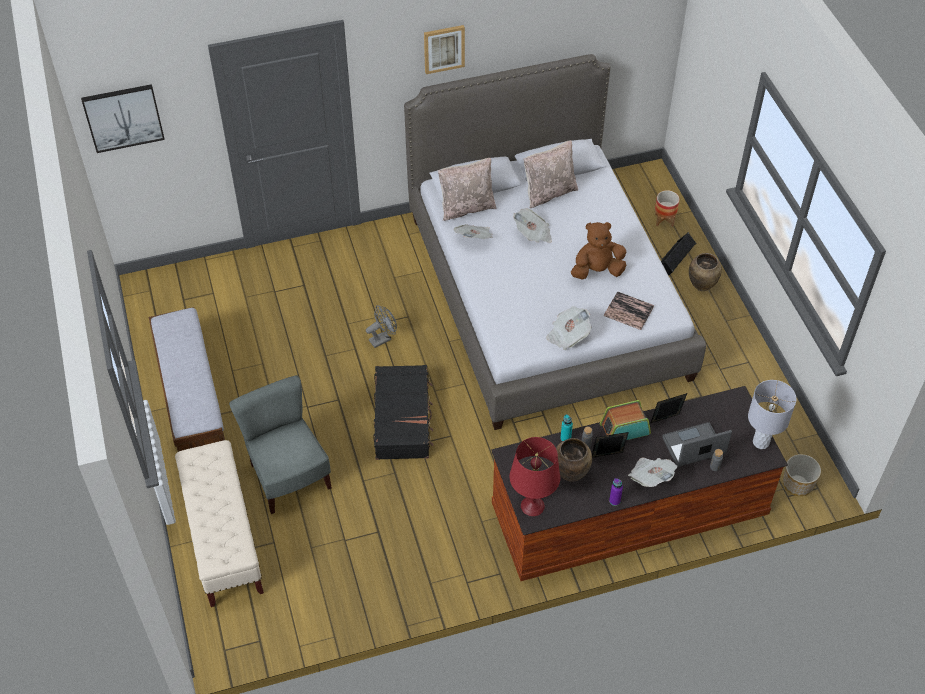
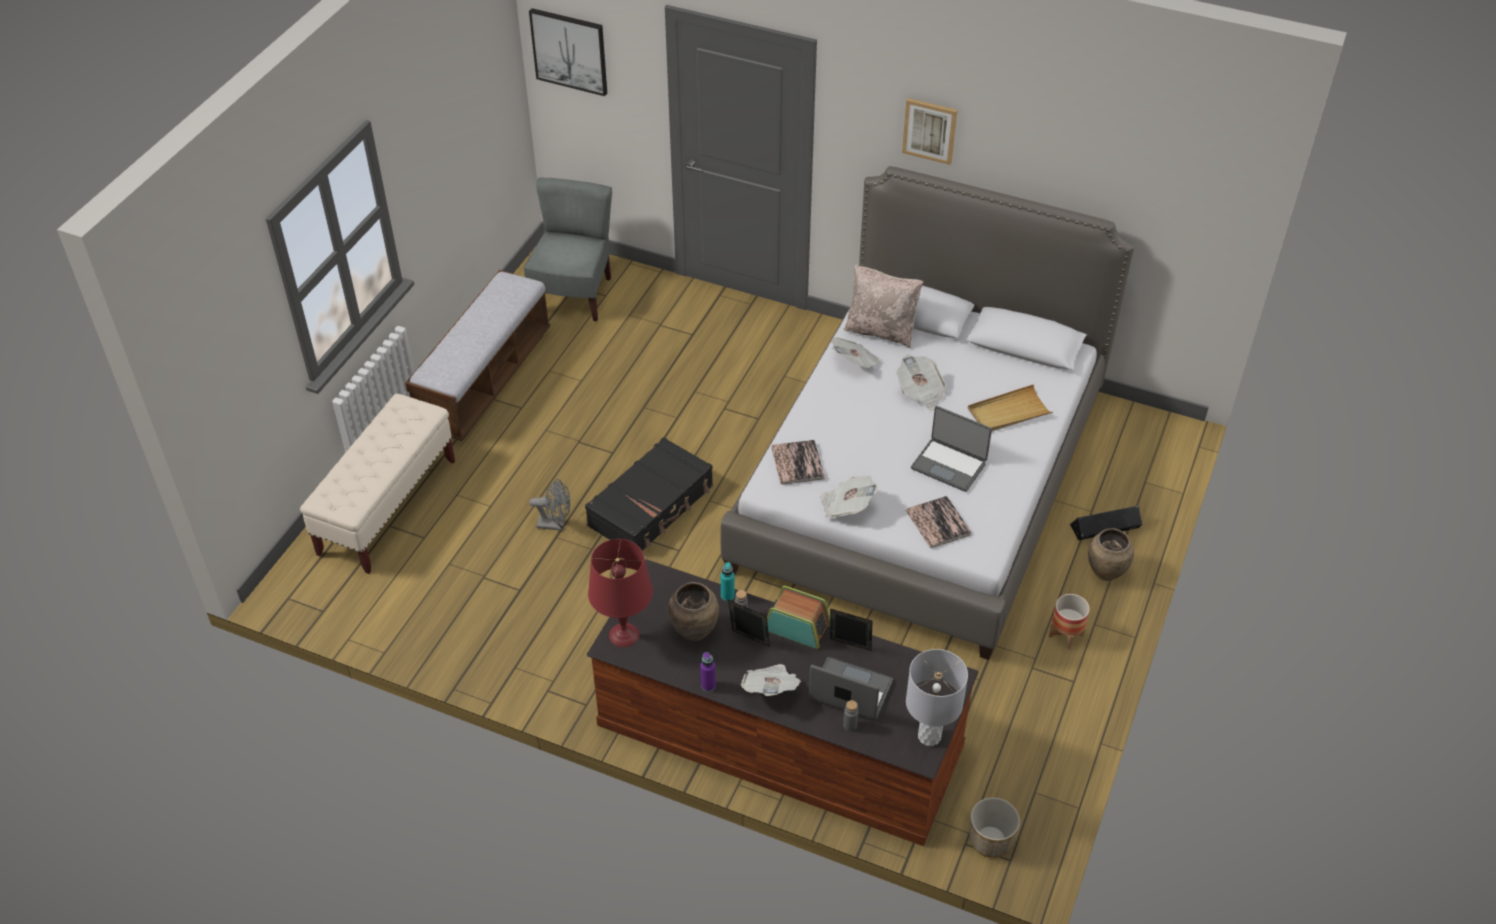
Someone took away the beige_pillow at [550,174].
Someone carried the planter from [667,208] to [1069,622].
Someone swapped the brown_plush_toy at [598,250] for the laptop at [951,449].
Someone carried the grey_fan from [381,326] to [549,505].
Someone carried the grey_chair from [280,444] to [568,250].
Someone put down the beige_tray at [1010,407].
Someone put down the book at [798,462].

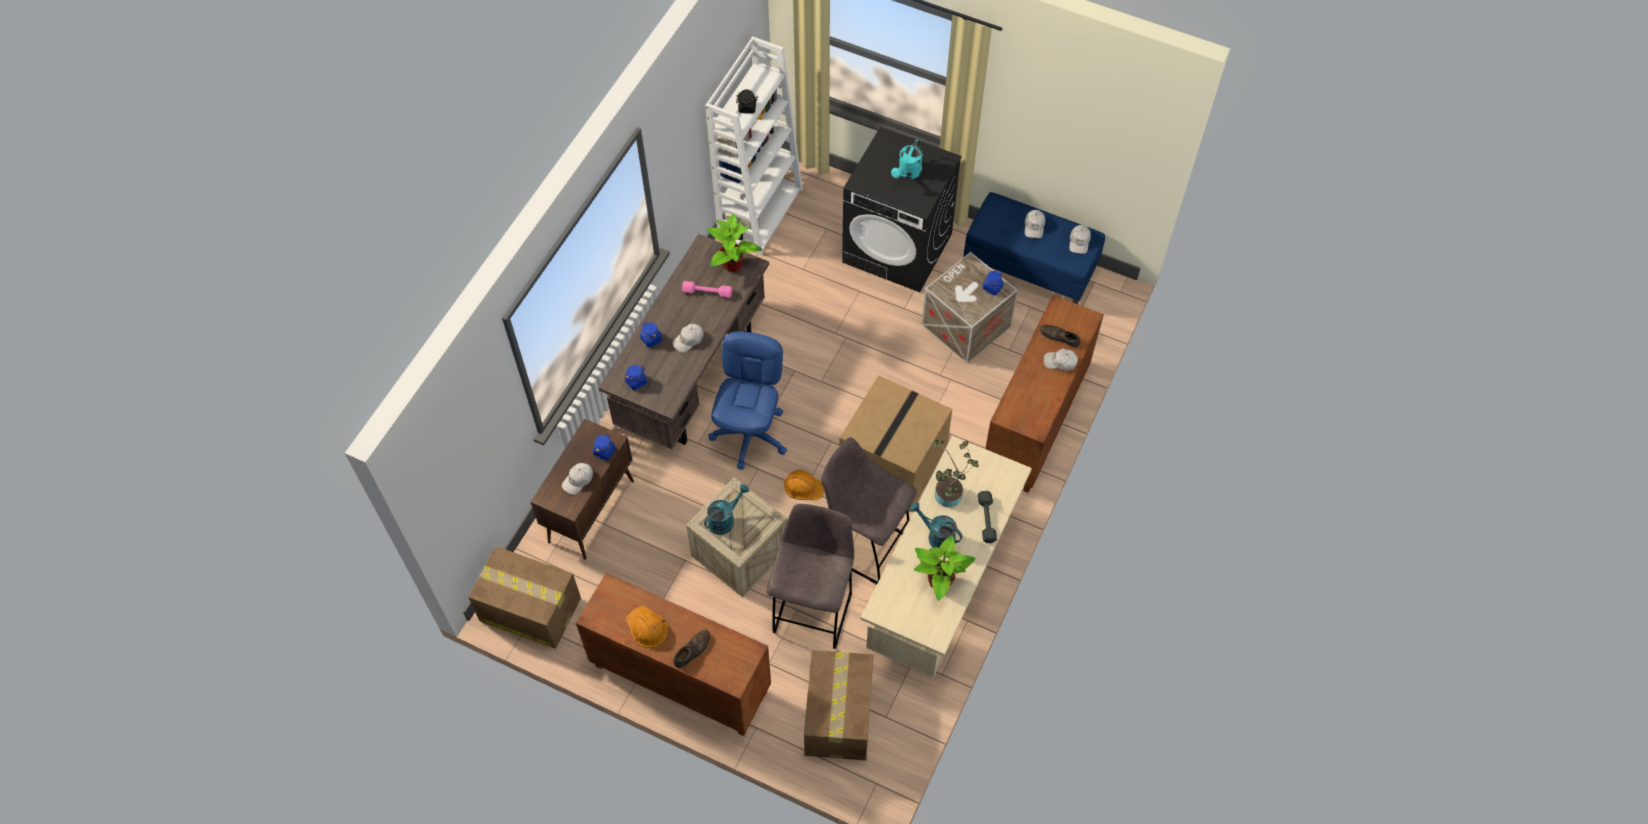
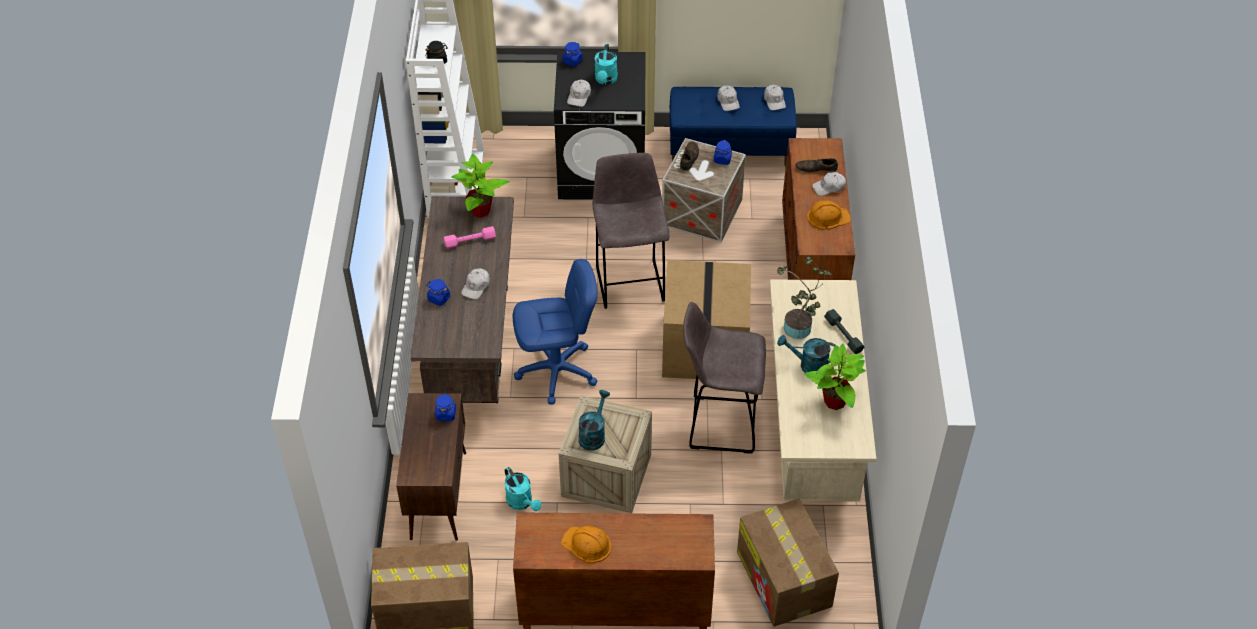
Someone rotated the blue_office_chair at [748,401] by 90 degrees clockwise.
Someone carried the blue_jar from [636,377] to [573,54].
Someone carried the white_cap from [577,479] to [579,93].
Someone carried the orange_hard_hat from [804,485] to [828,215].
Someone carried the grey_stool from [810,576] to [631,231].
Someone carried the brown_shoe from [692,649] to [689,156].
Someone put down the turquoise_watering_can at [523,489].

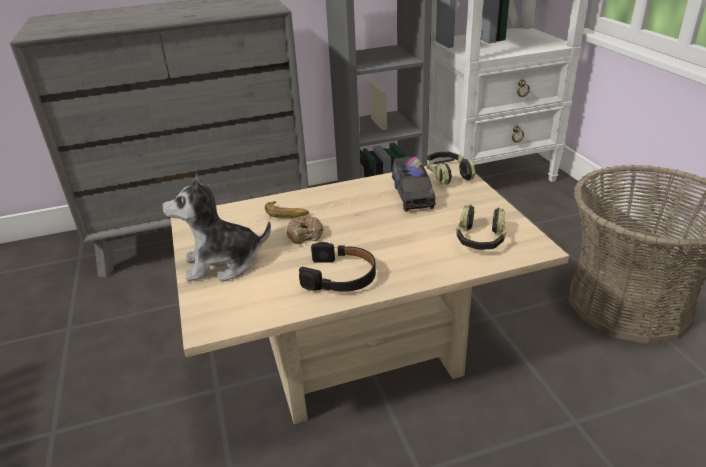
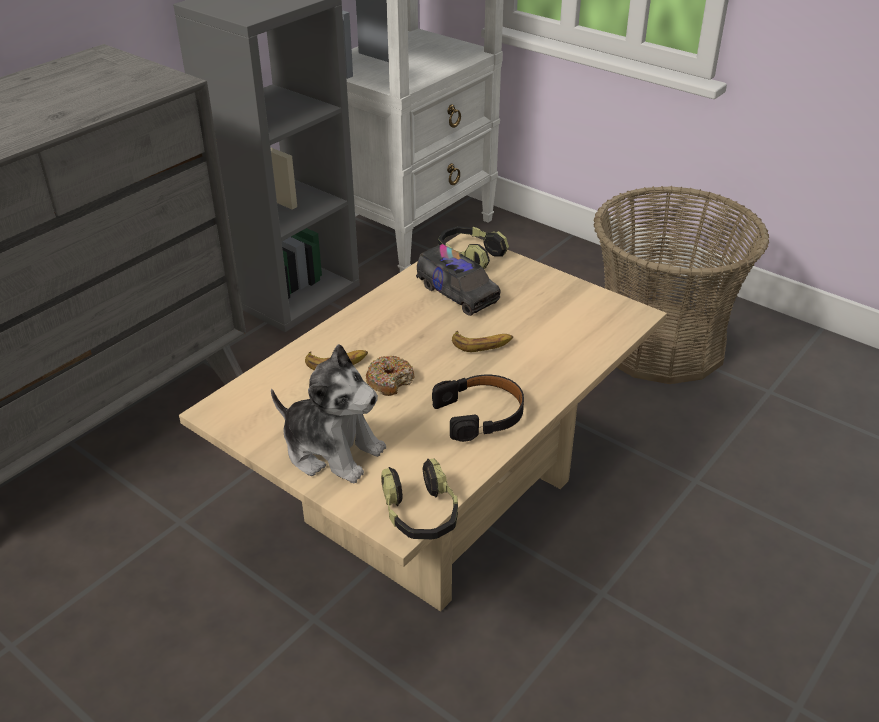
Someone rotated the plush_toy at [216,227] by 105 degrees counterclockwise.
Someone carried the headphones from [481,227] to [419,498].
Someone put down the banana at [482,341].

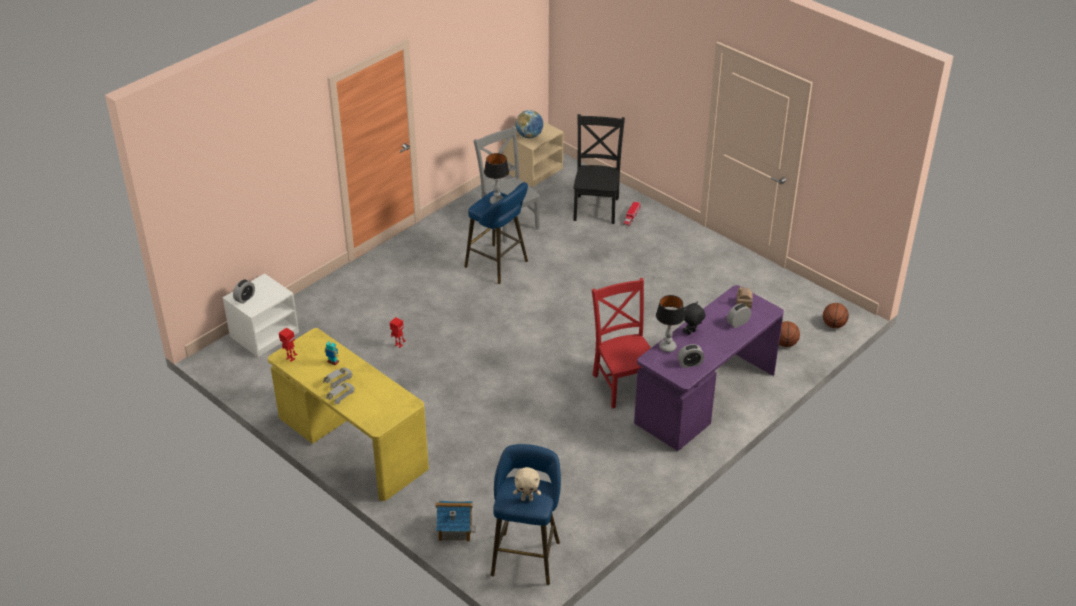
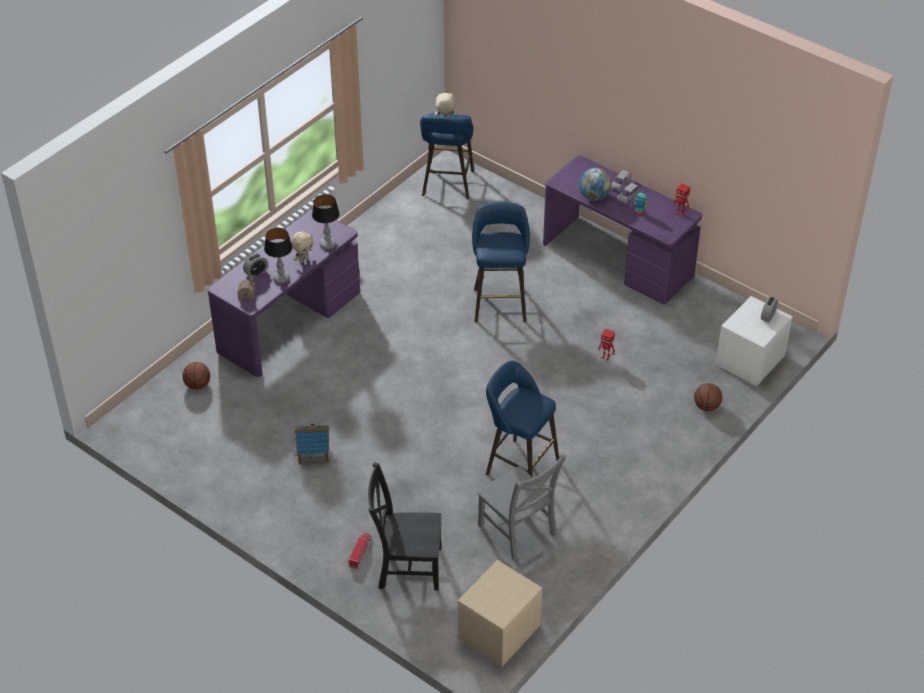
Someone carried the globe from [529,124] to [595,184].
Someone rotated the black_chair at [599,169] by 90 degrees clockwise.
Someone carried the table_lamp from [496,178] to [278,255].
Someone took away the red_chair at [621,343].
Someone repainted the black_plush_toy at [693,318], which became the beige_plush_toy at [302,247].
Someone carried the basketball from [836,315] to [708,397].
Someone repainted the yellow_desk at [348,414], which became the purple_desk at [622,230].
Someone took away the alarm_clock at [691,356].
Someone carried the toy_house from [456,521] to [311,443].
Someone put down the blue_stool at [501,262].

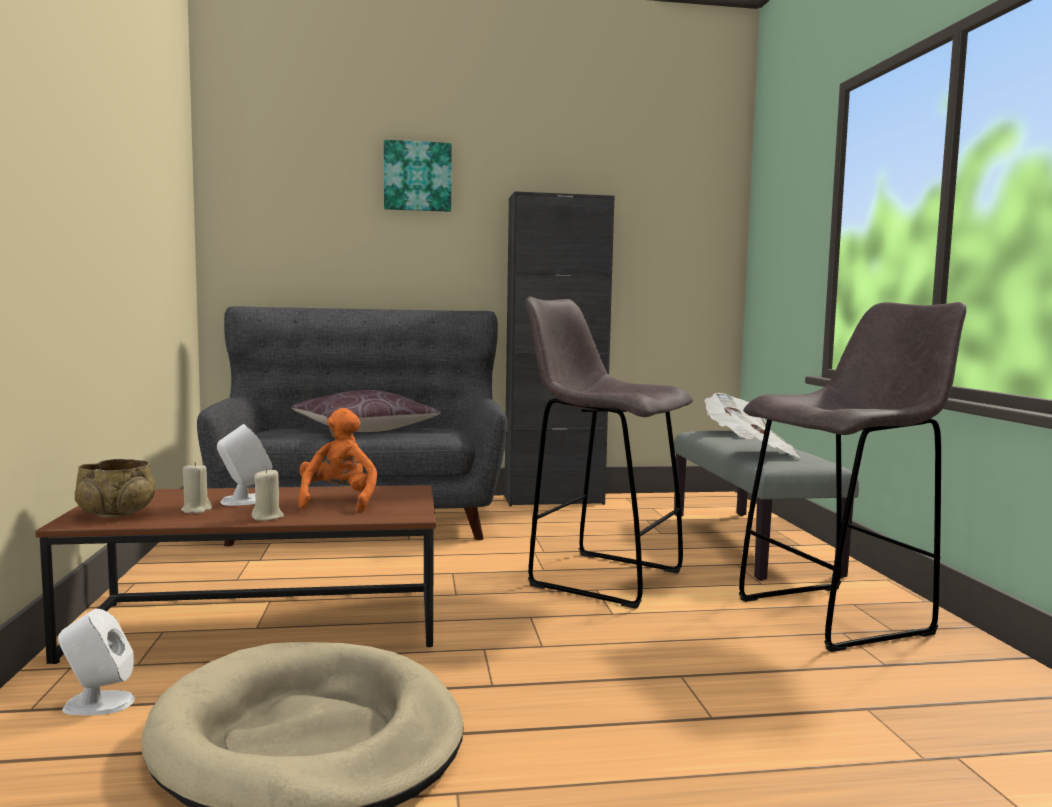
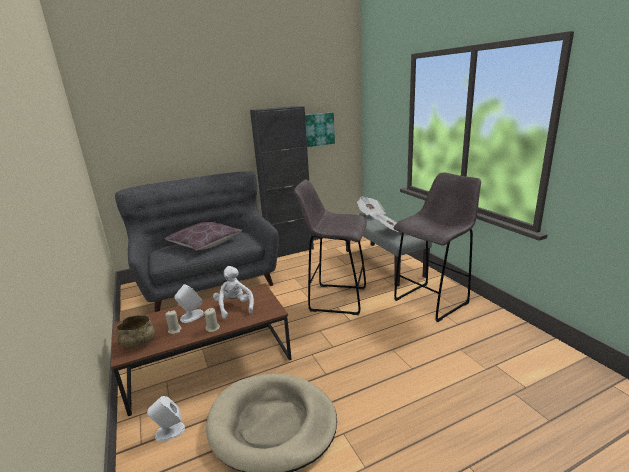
Someone carried the picture from [418,176] to [320,129].
Someone repainted the orange_plush_toy at [337,460], which became the white_plush_toy at [233,292].

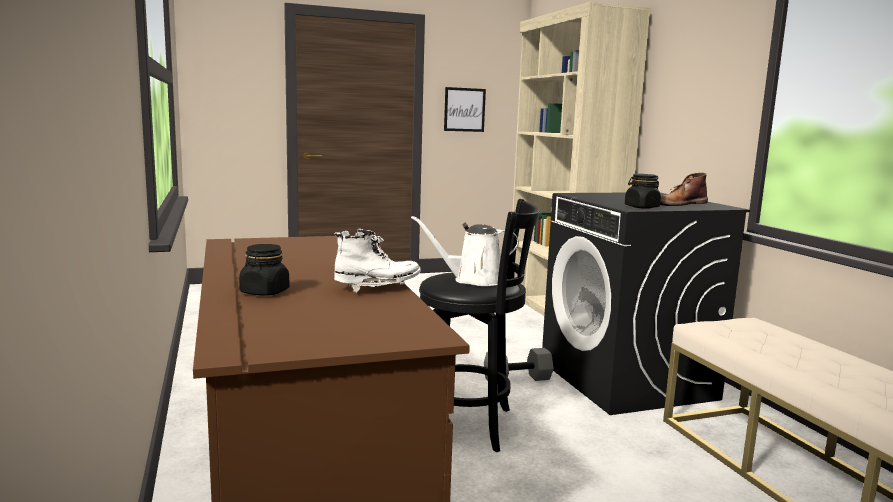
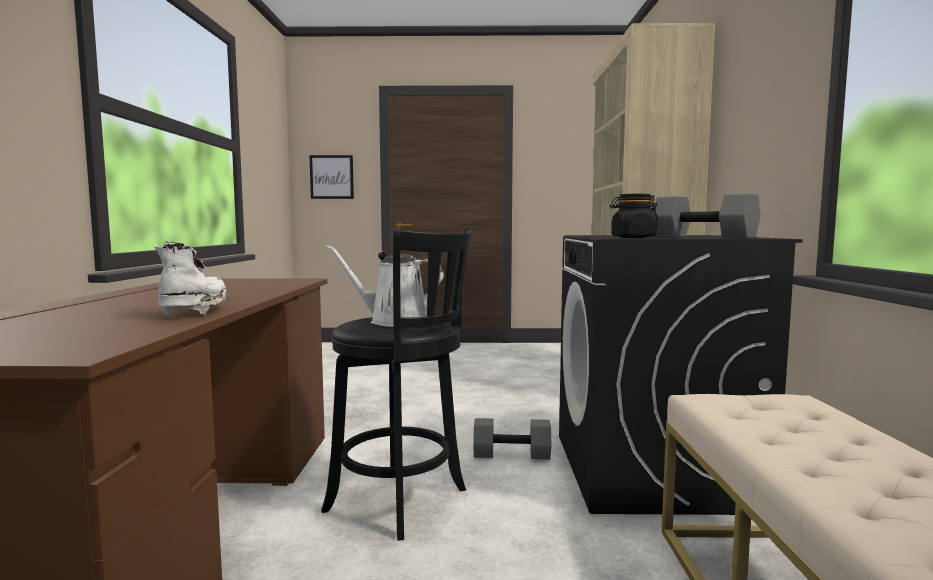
Someone carried the picture from [465,109] to [331,177].
Someone swapped the brown_boot at [684,189] for the grey_dumbbell at [707,215].
Someone rotated the white_boot at [377,261] by 90 degrees counterclockwise.
Someone took away the black_jar at [264,269].

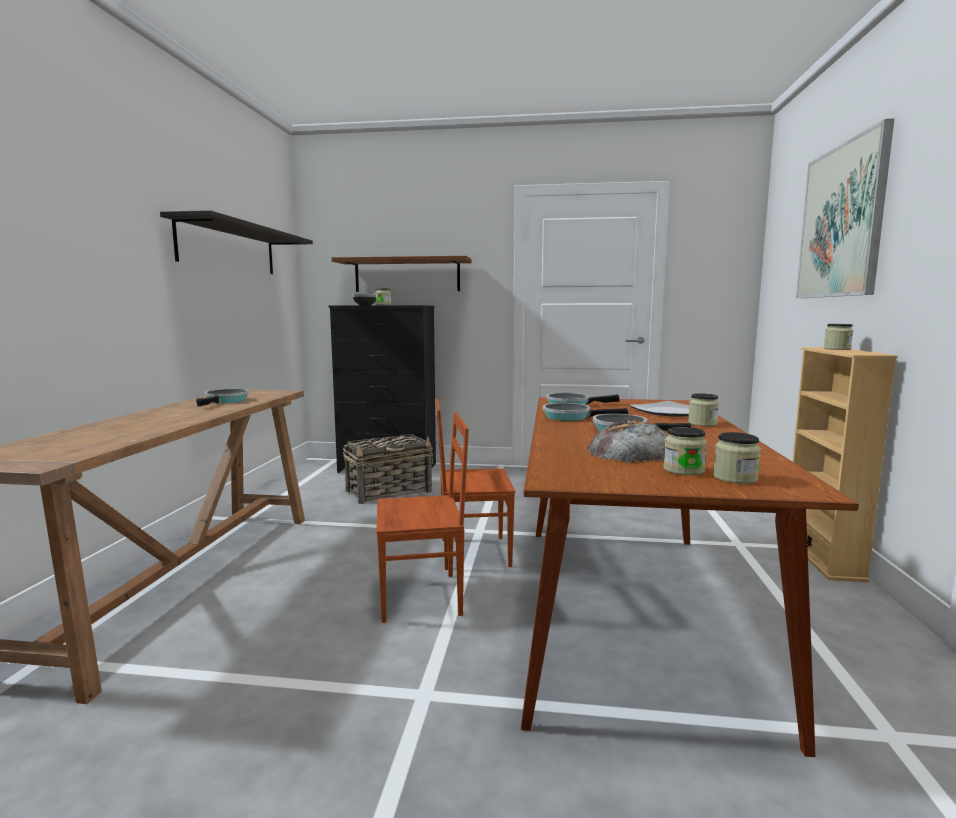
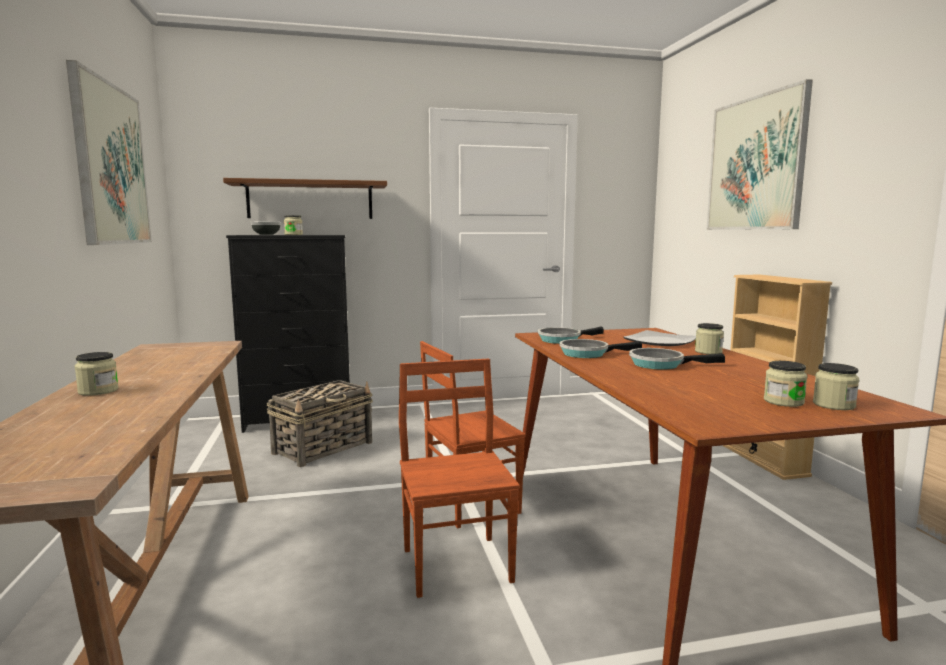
Someone swapped the shelf at [236,242] for the picture at [109,152].
Someone carried the jar from [838,337] to [96,374].
Someone took away the frying_pan at [222,398].
Someone rotated the brown_chair at [422,517] by 75 degrees counterclockwise.
Someone took away the bread at [627,441].

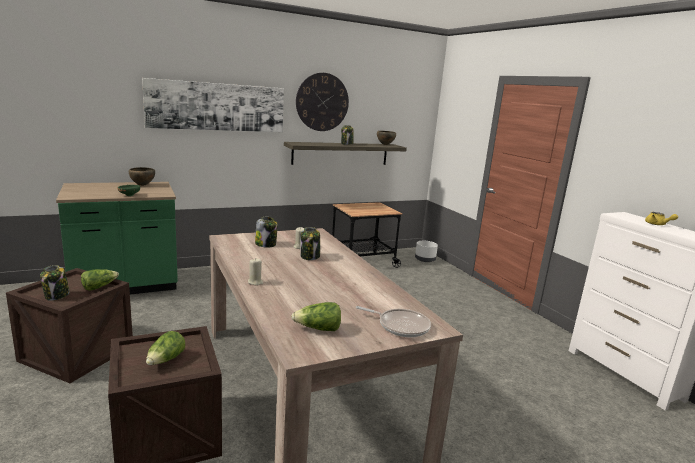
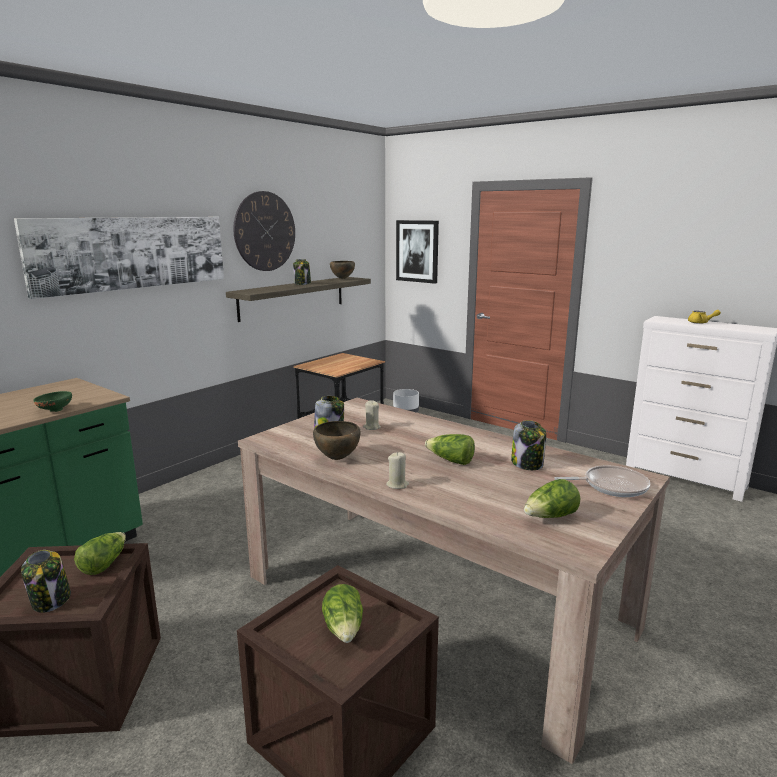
Someone carried the brown_bowl from [142,176] to [336,440].
Someone carried the jar from [310,243] to [528,445].
Someone put up the picture at [417,252].
Someone put down the lettuce at [450,449].

